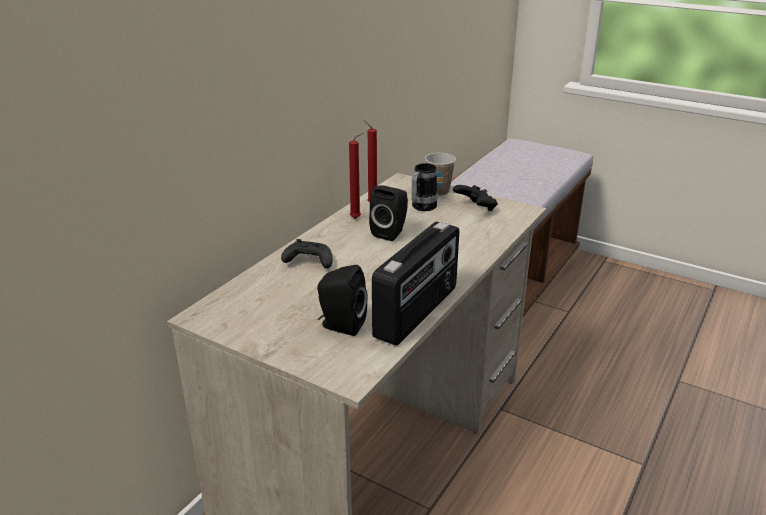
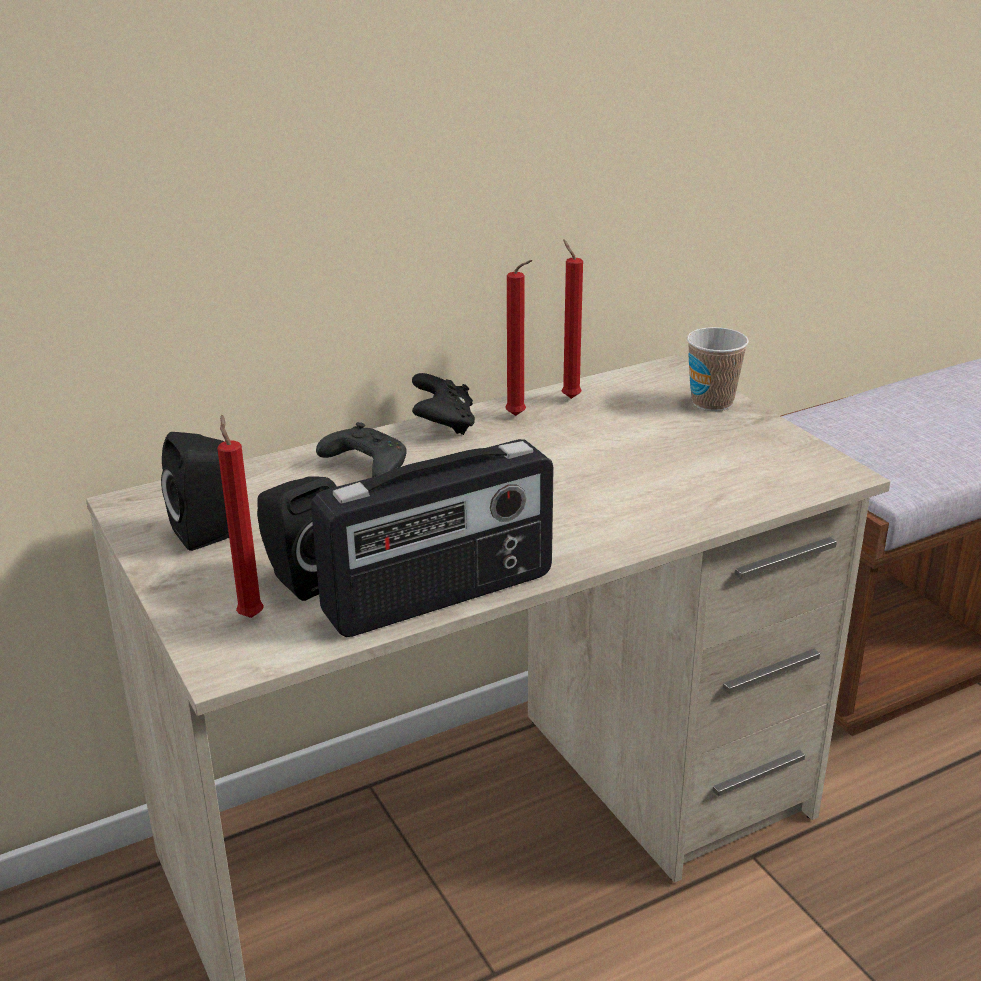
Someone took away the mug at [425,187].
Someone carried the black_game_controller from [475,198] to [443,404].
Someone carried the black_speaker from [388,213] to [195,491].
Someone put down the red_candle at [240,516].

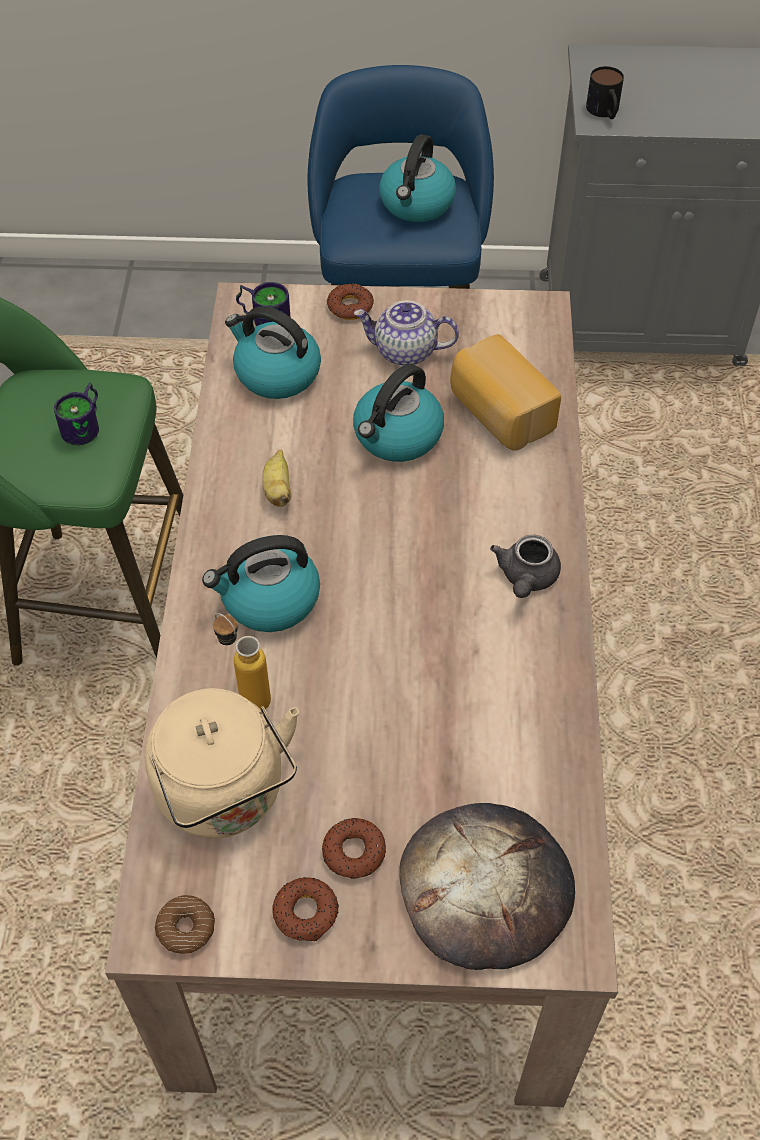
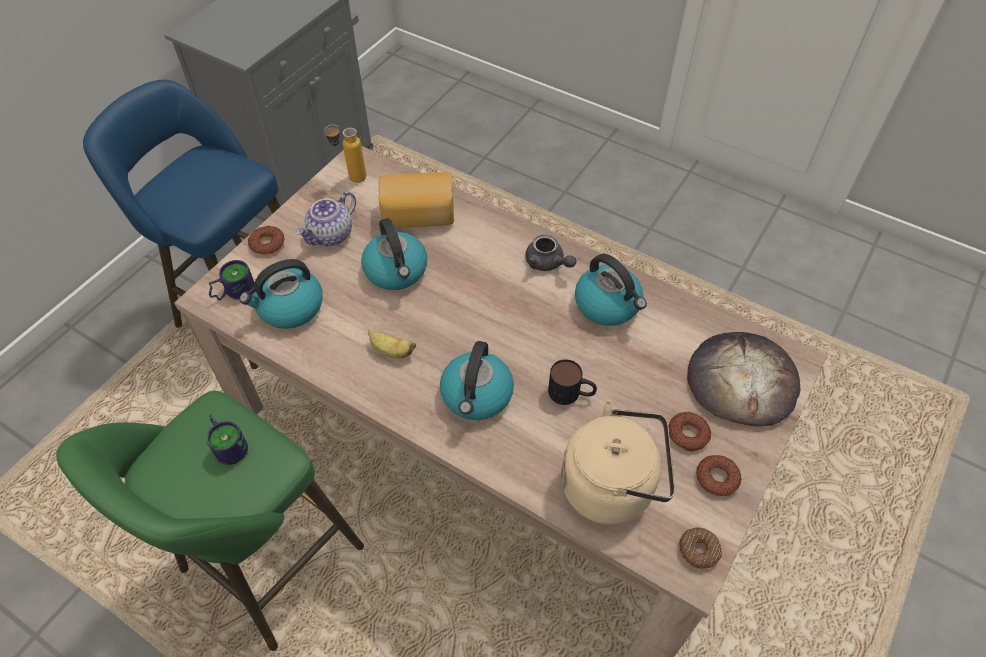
Someone carried the mug from [605,92] to [572,382].
Someone carried the kettle from [417,178] to [611,290].
Someone carried the bottle from [242,661] to [345,154].

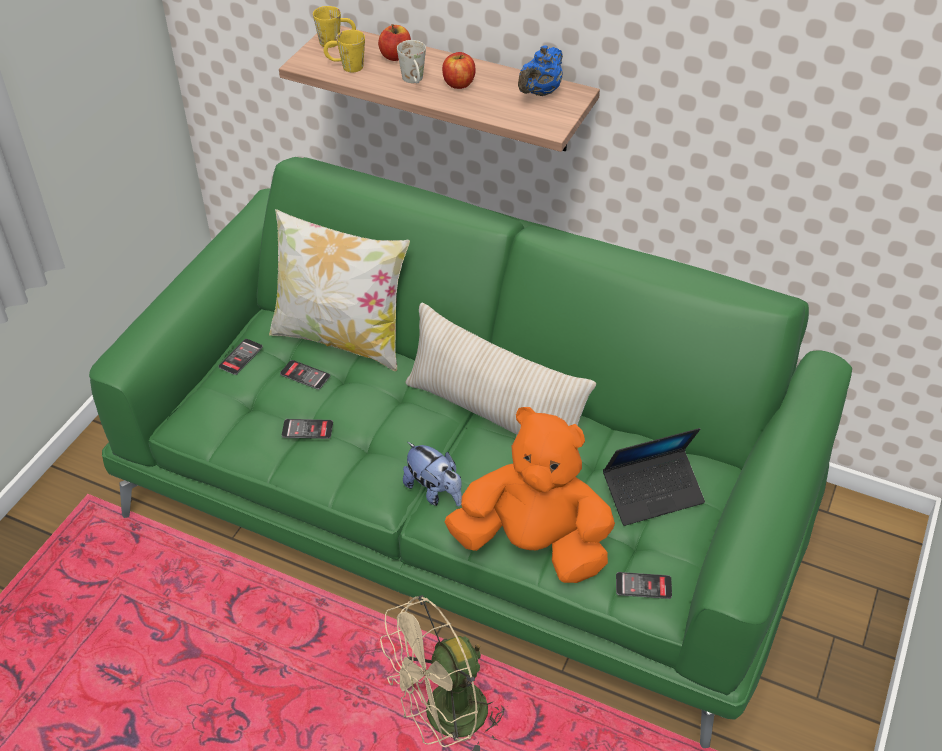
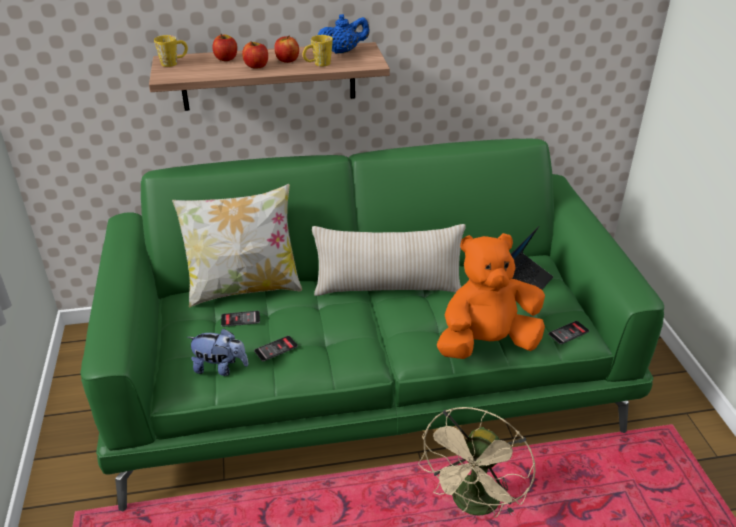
Someone carried the yellow_mug from [344,51] to [318,51].
Someone swapped the white_mug at [411,61] for the apple at [255,55].
Someone rotated the blue_teapot at [540,70] by 105 degrees counterclockwise.
Someone took away the phone at [240,357].
Someone carried the plush_toy from [432,474] to [218,352].

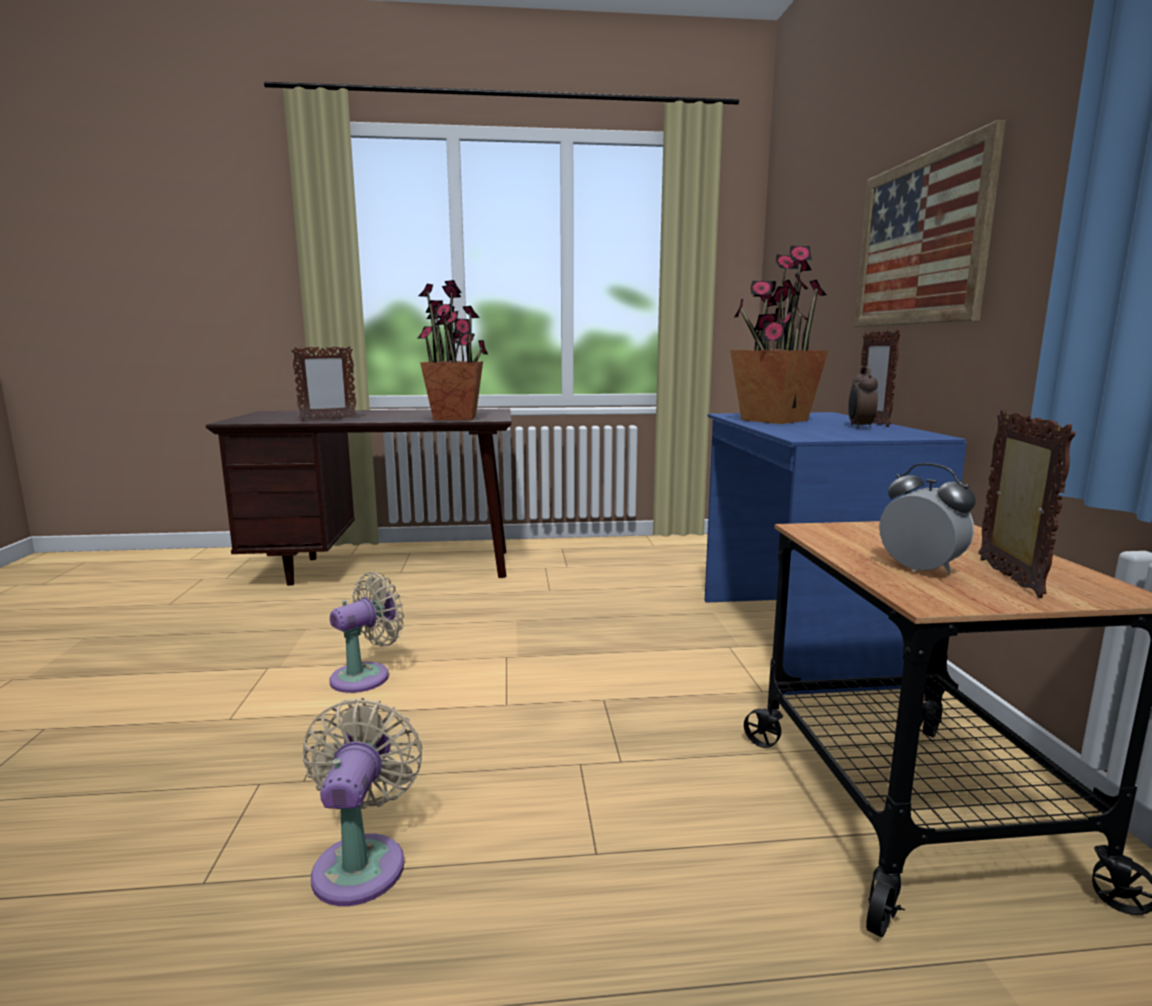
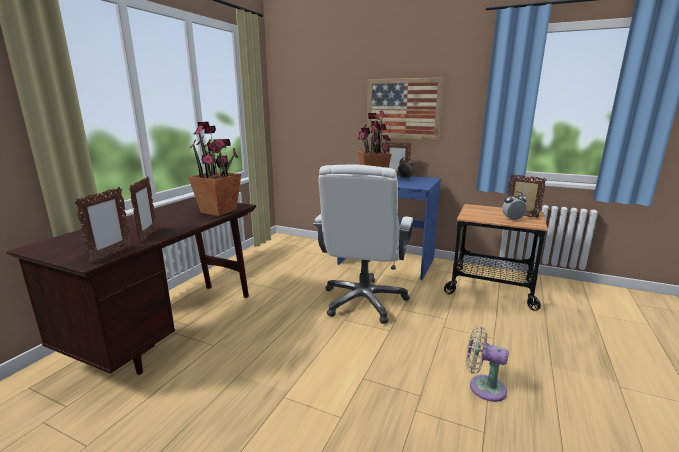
Someone took away the beige_fan at [367,632].
Someone put down the white_office_chair at [363,244].
Someone put down the picture_frame at [103,225].

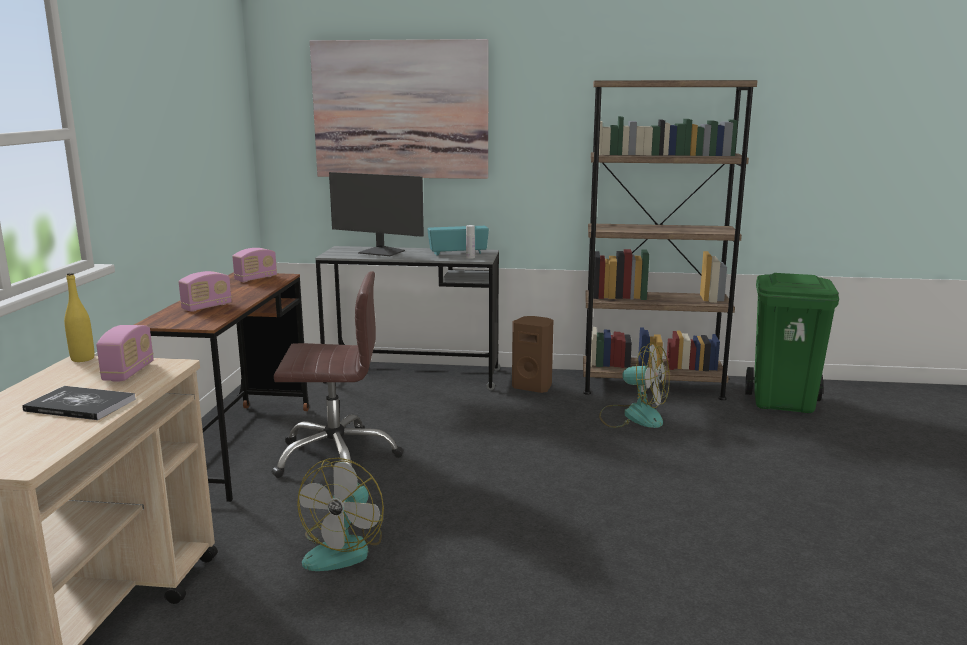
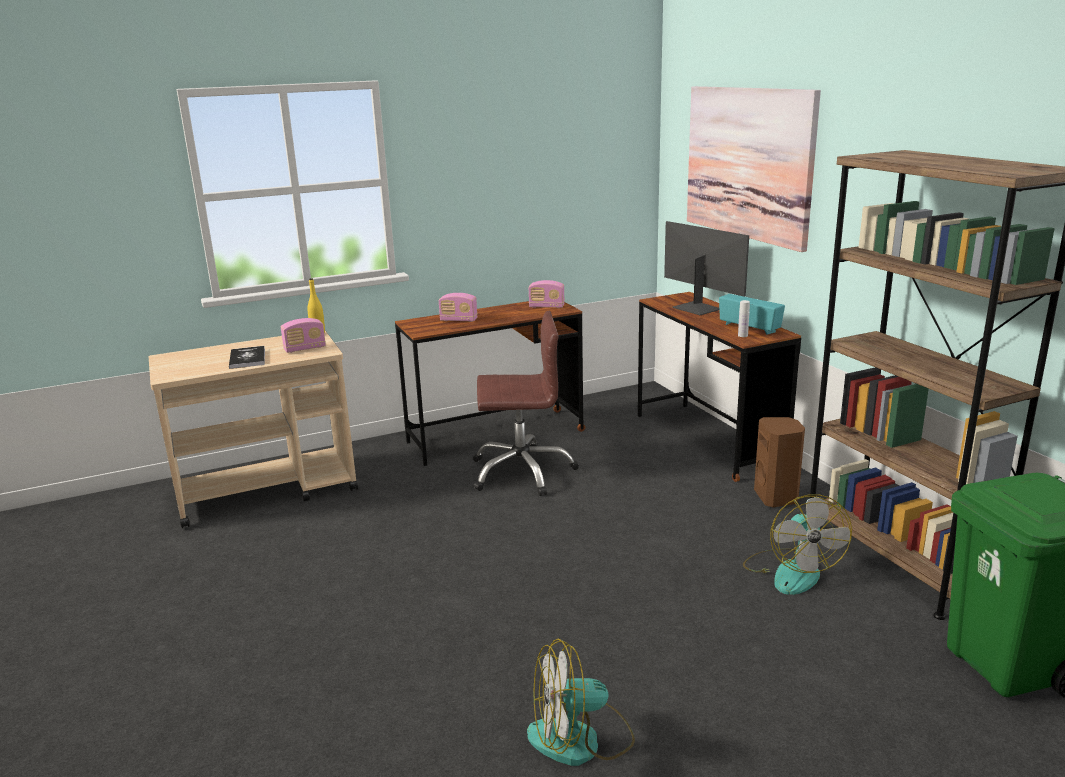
Someone rotated the monitor at [376,214] by 150 degrees clockwise.
Someone repainted the grey_desk at [407,318], which became the brown_desk at [719,387].
Someone rotated the brown_office_chair at [337,374] by 60 degrees counterclockwise.
Someone carried the fan from [340,514] to [581,702].

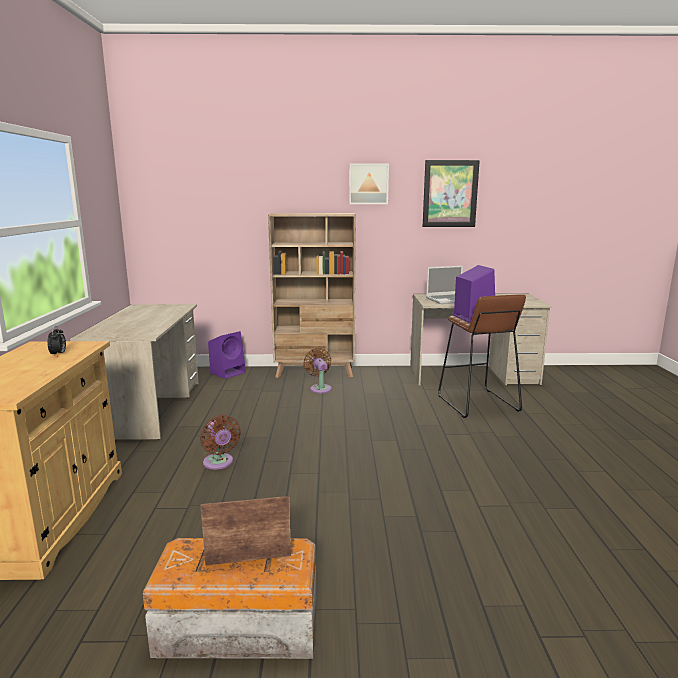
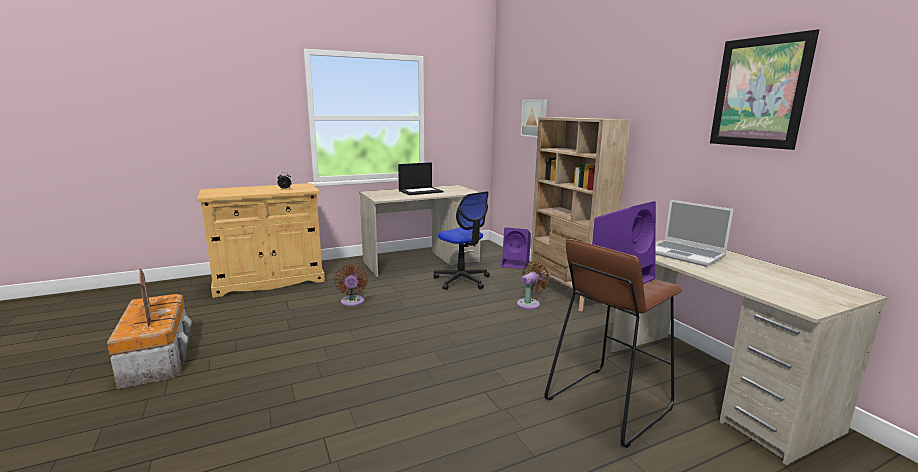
Someone carried the picture from [369,183] to [534,118].
Someone rotated the brown_fan at [220,442] by 45 degrees counterclockwise.
Someone put down the laptop at [421,178].
Someone put down the office_chair at [461,240].

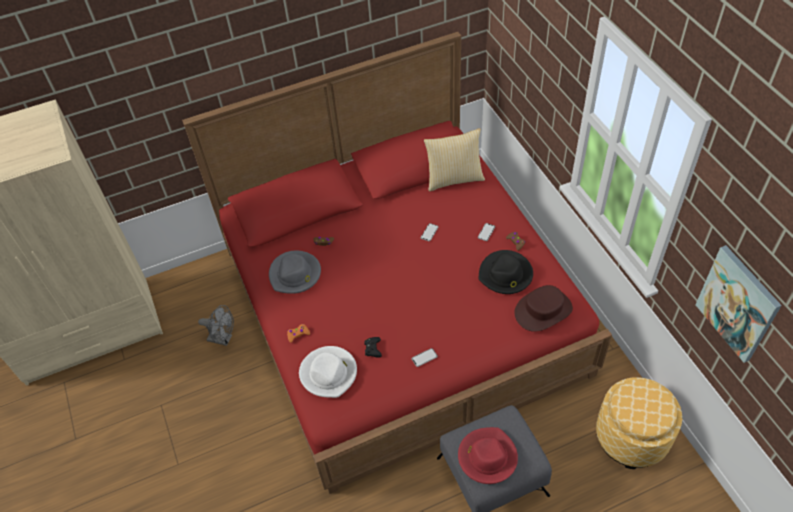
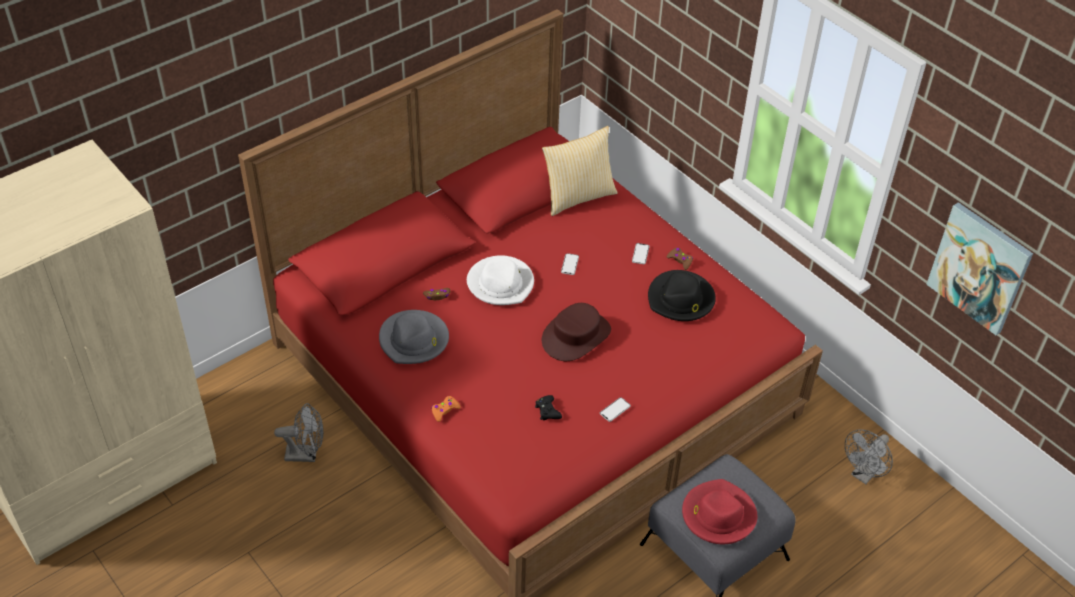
Someone carried the brown_hat from [544,308] to [576,332].
Someone carried the white_hat from [328,372] to [500,280].
Someone swapped the ottoman at [639,423] for the grey_fan at [869,456].

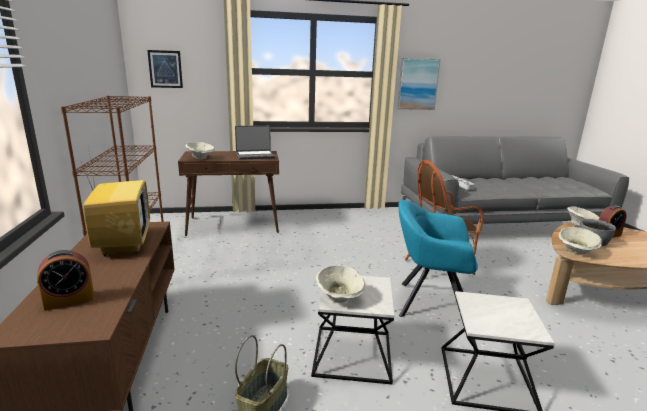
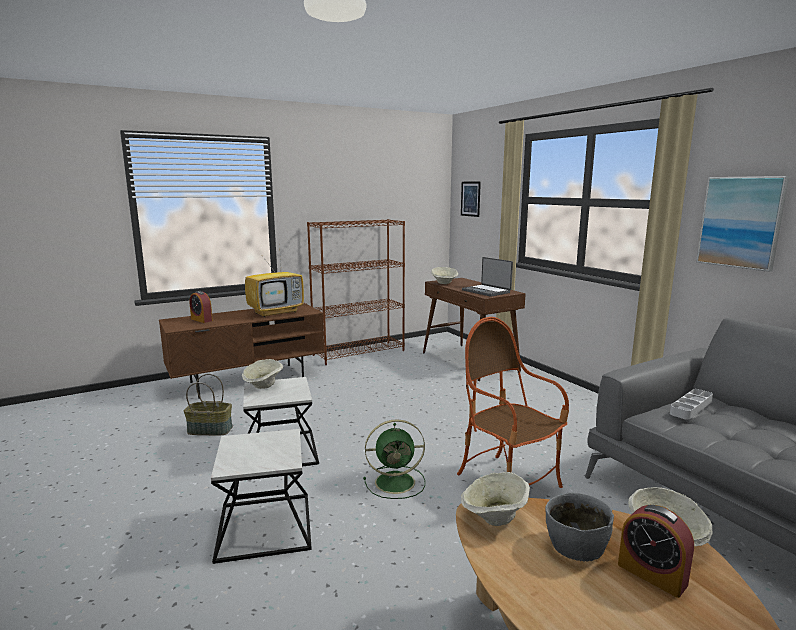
Someone swapped the turquoise_armchair at [438,258] for the green_fan at [394,459].

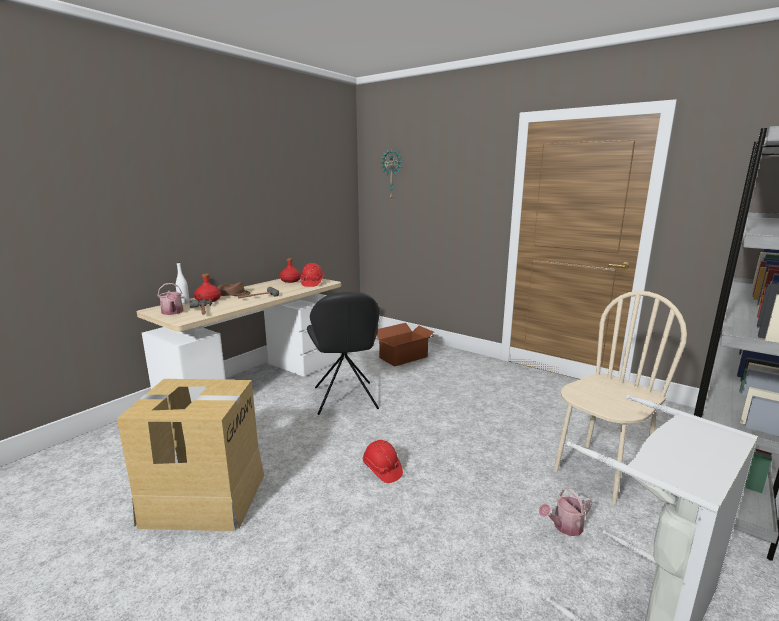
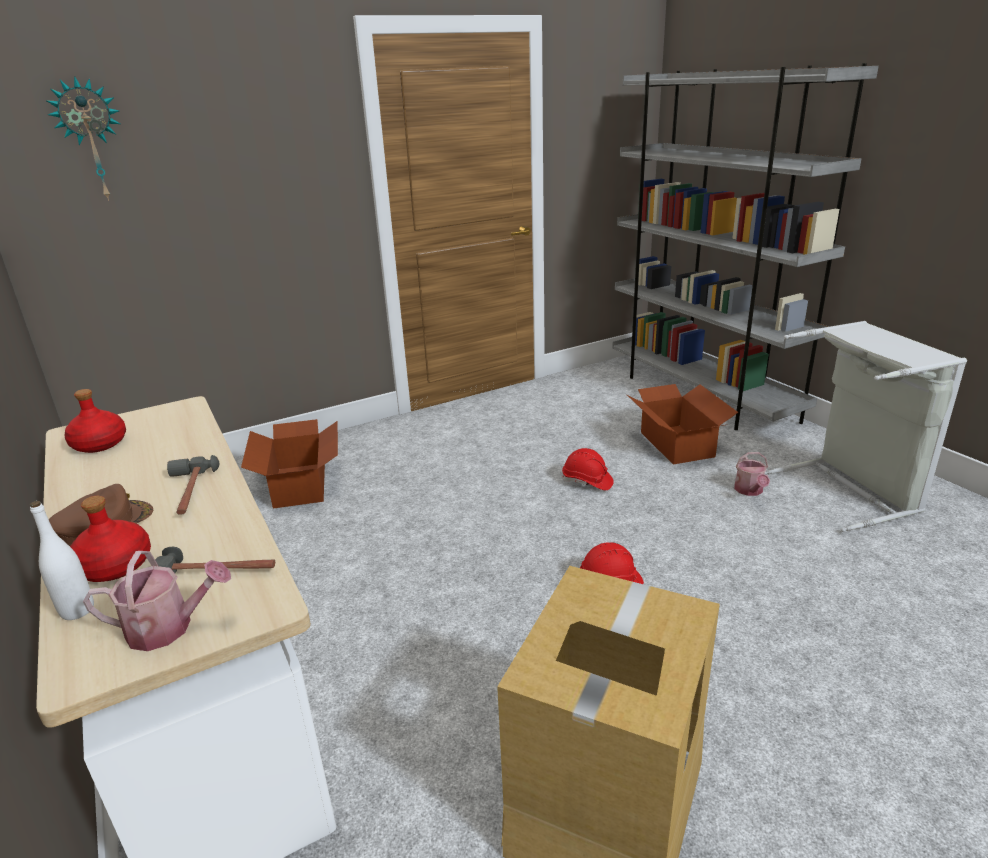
Someone carried the red_hard_hat from [312,275] to [588,469].
Someone swapped the beige_chair at [620,397] for the cardboard_box at [682,424].
Someone took away the black_chair at [343,353].

